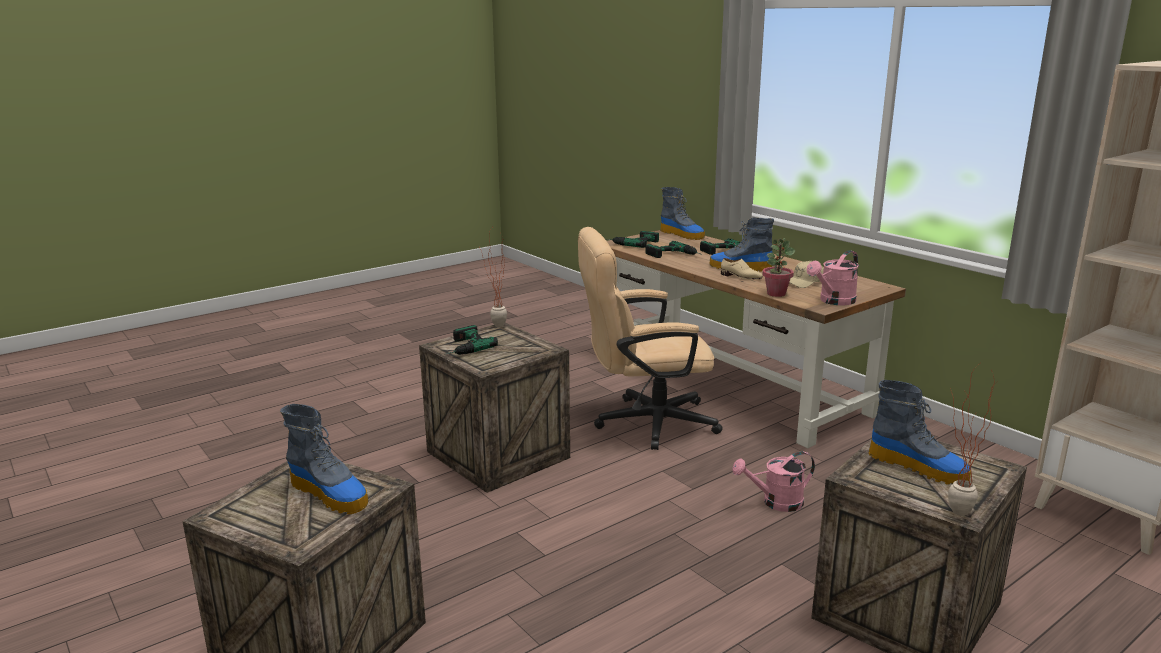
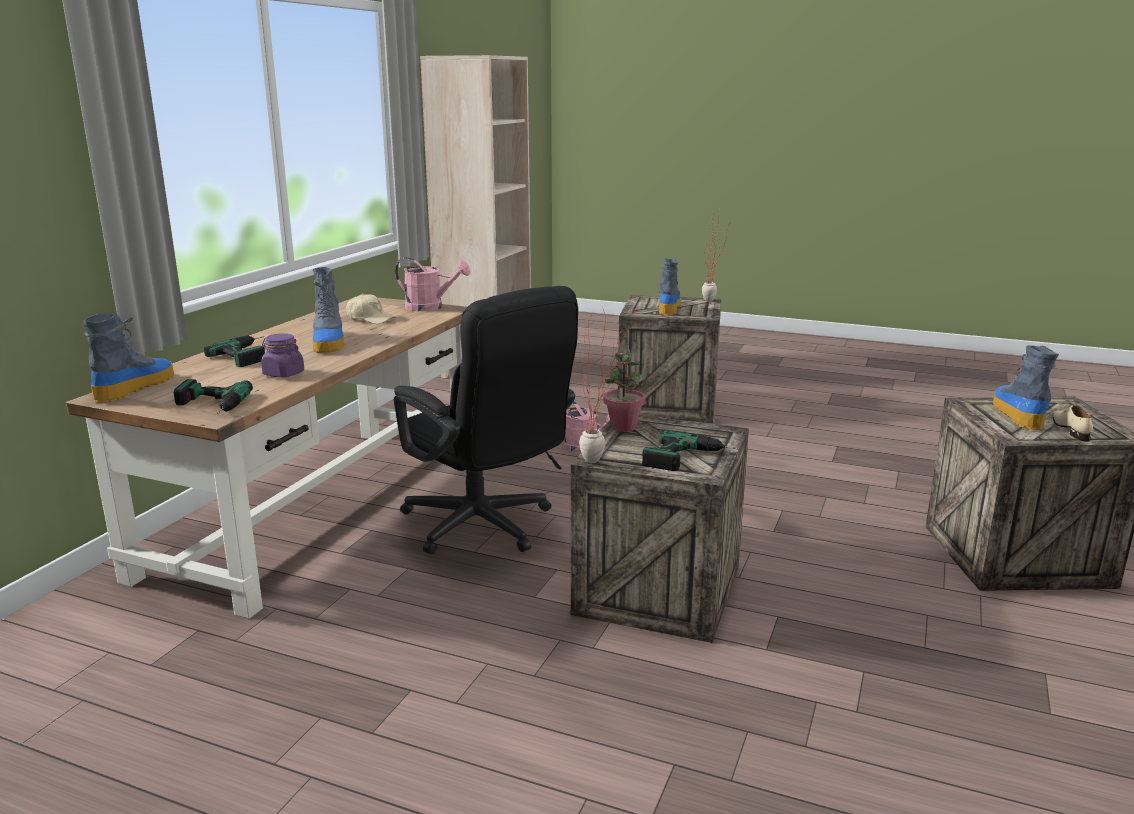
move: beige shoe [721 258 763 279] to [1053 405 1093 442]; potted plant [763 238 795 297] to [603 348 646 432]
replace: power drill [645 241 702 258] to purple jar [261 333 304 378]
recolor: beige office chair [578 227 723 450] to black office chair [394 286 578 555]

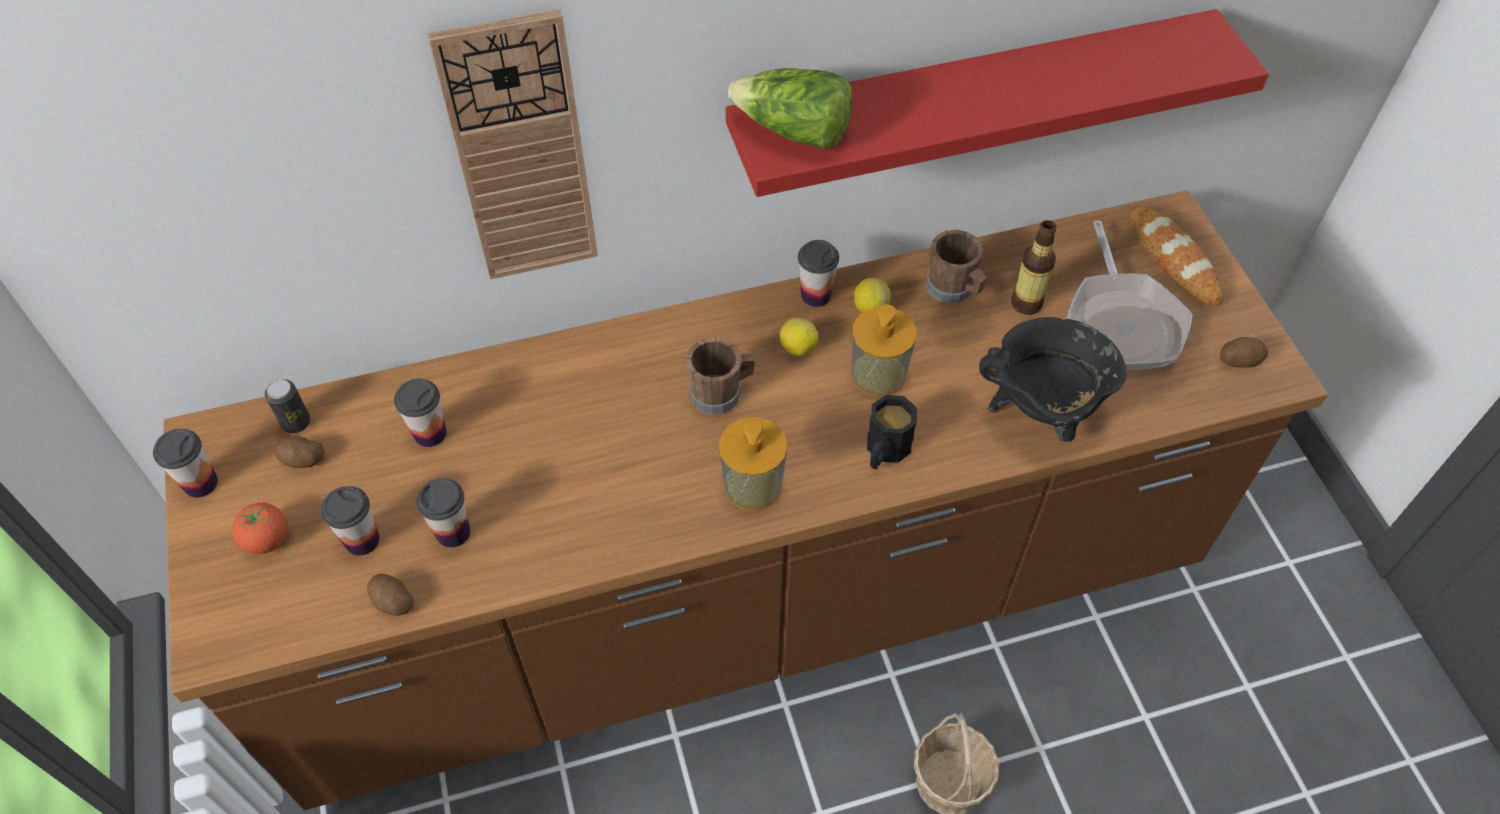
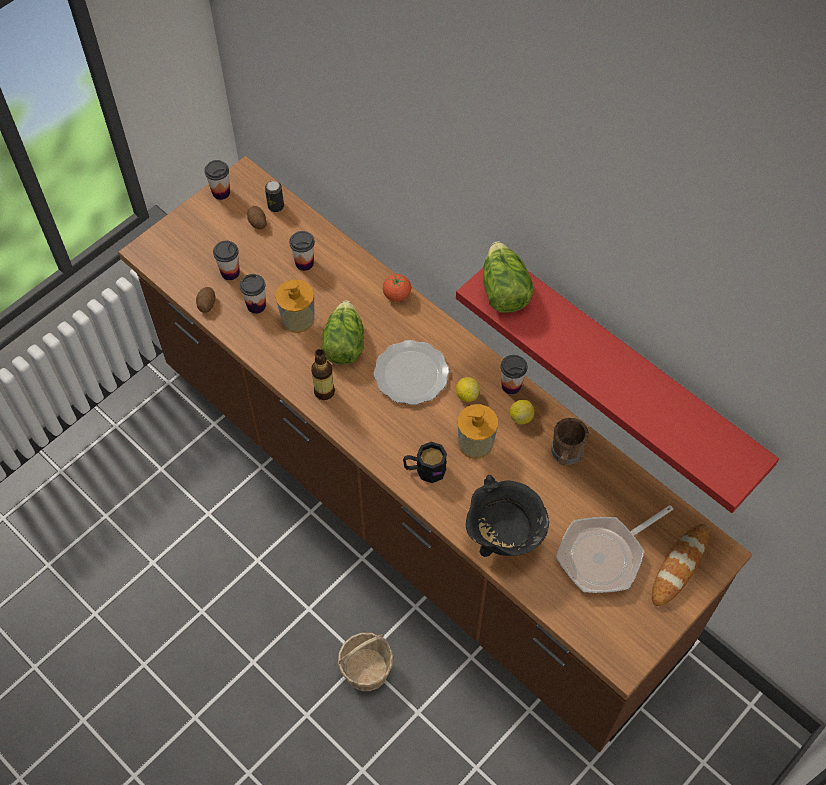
delete: wall clock [427 9 598 279]; potato [1220 337 1268 368]
insert: lettuce [321 301 364 365]
move: tomato [232 503 288 554] to [383 274 411 302]; soap dispenser [719 417 787 511] to [275 279 315 333]; bottle [1011 220 1057 315] to [311 349 335 400]
replace: brown mug [686 337 755 415] to plate [374 340 449 405]

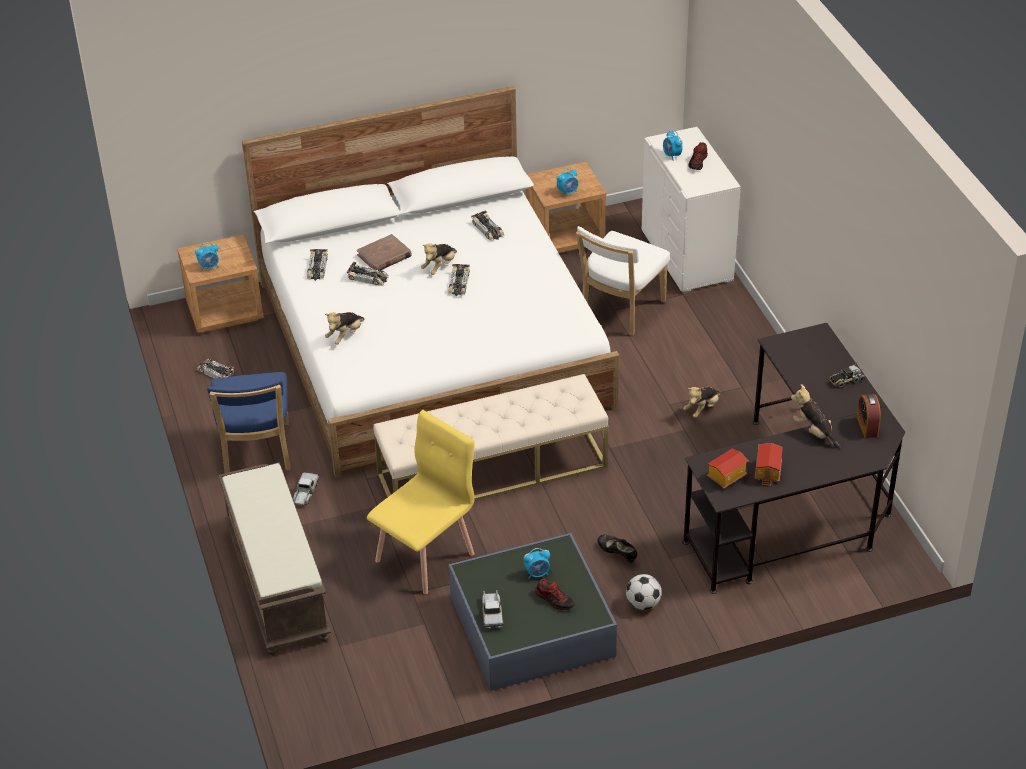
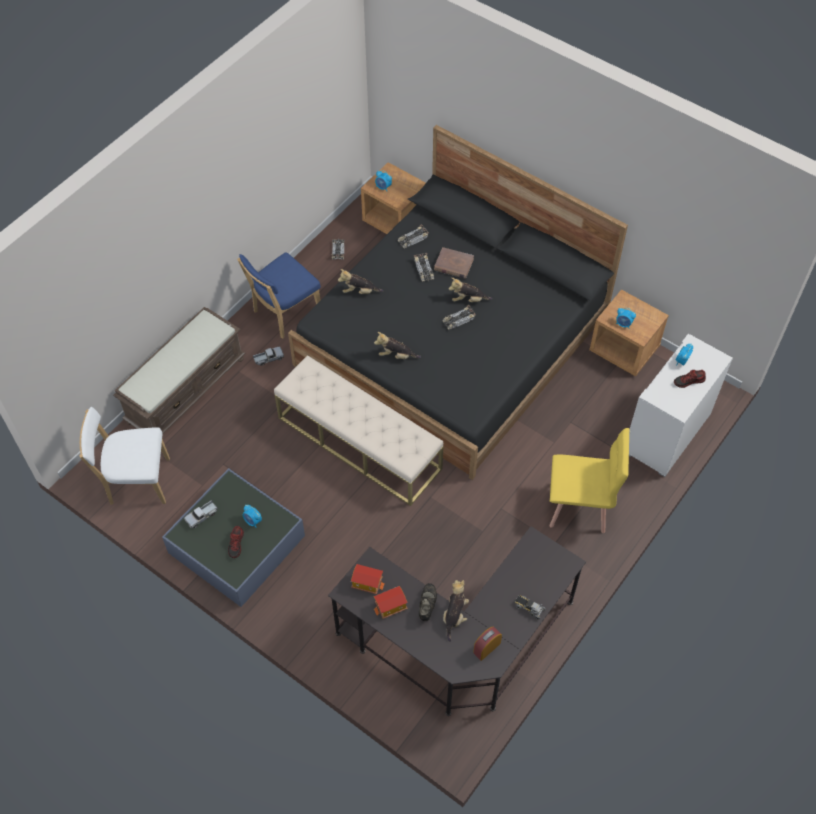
delete: toy car [471 210 505 241]; football [626 574 662 610]
move: yellow chair [367 410 475 594] to [549 428 629 533]; white chair [576 226 670 336] to [79 407 170 505]; black shoe [597 534 637 563] to [419 583 437 621]; plush toy [683 387 721 418] to [374 332 421 359]
recolor: white bed [242 86 619 478] to black bed [288 125 628 480]

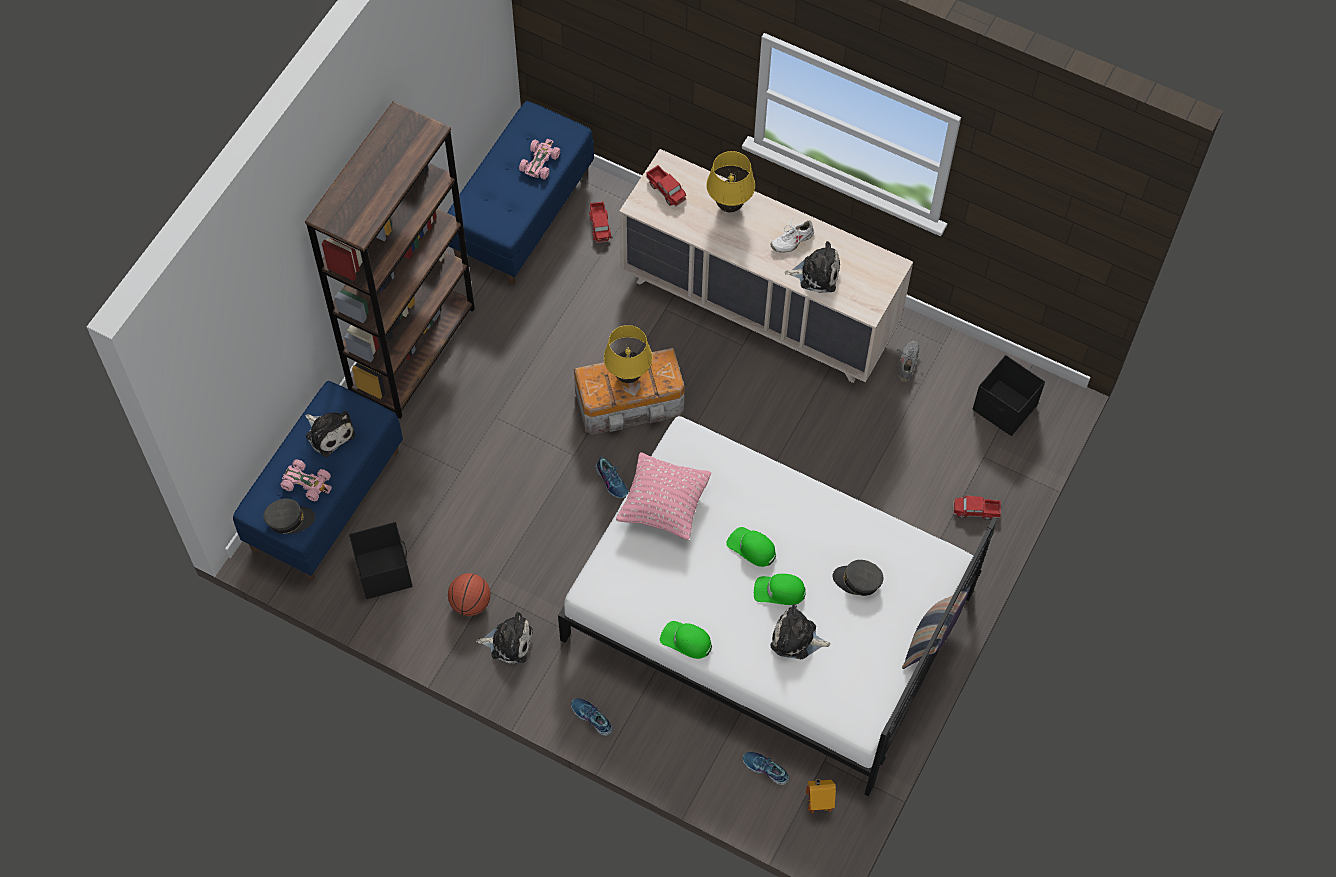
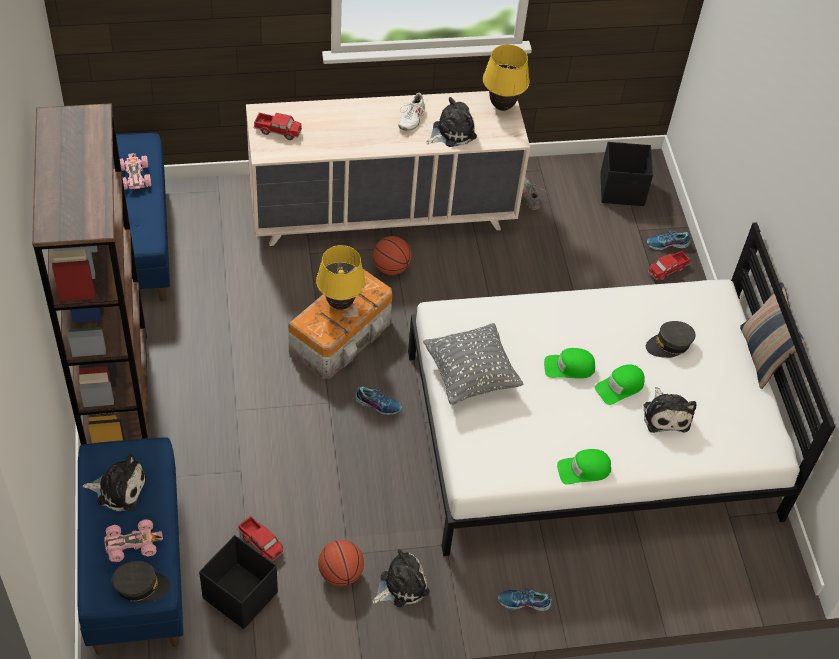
delete: toy house [806 779 836 814]
insert: basketball [373 236 412 275]
move: toy truck [589 201 611 243] to [238 516 284 561]; yellow table lamp [707 151 755 213] to [483 44 529 111]; shoe [743 752 790 785] to [647 231 692 250]
recolor: pink pillow [616 453 711 540] to grey pillow [423 323 524 405]
rotate: grey cap [263 499 315 534] = [112 561 171 603] 45 degrees clockwise; plush toy [771 604 831 659] = [644 387 696 433] 75 degrees counterclockwise

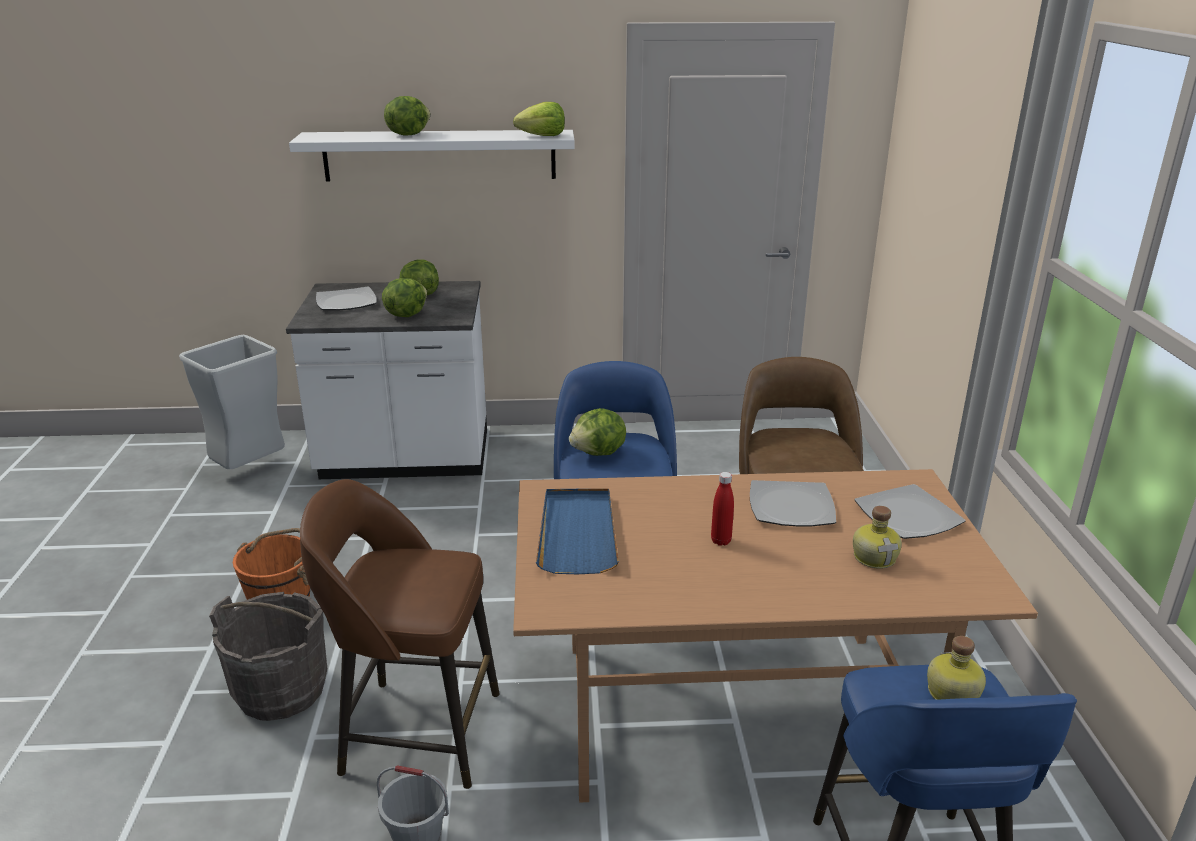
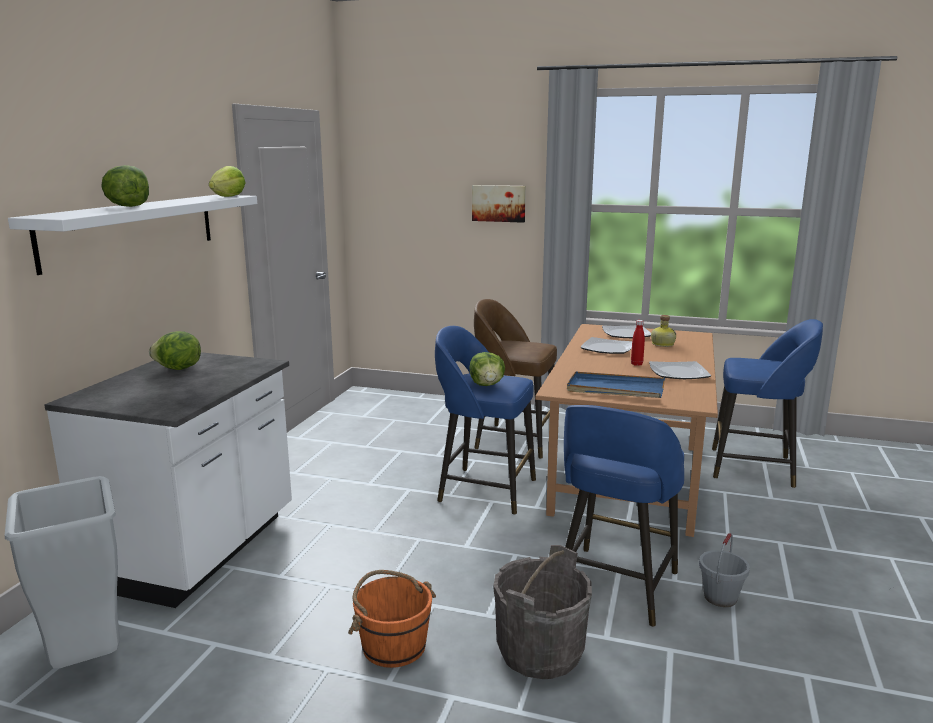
delete: lettuce [382 278 427 317]; bottle [927 636 986 699]
insert: picture [472 185 526 223]
move: plate [316 287 377 311] to [649 361 711 379]
recolor: brown stool [300 479 500 789] to blue stool [564 405 684 627]

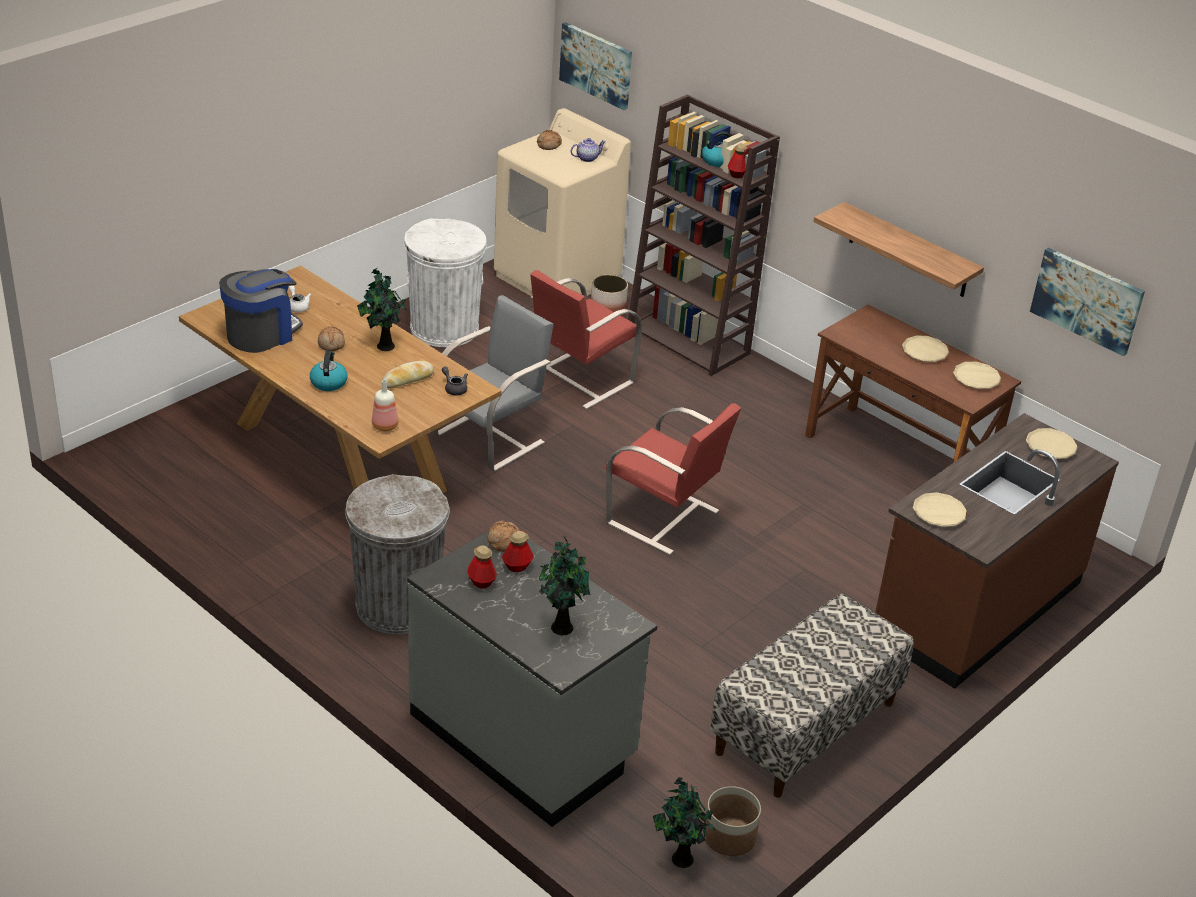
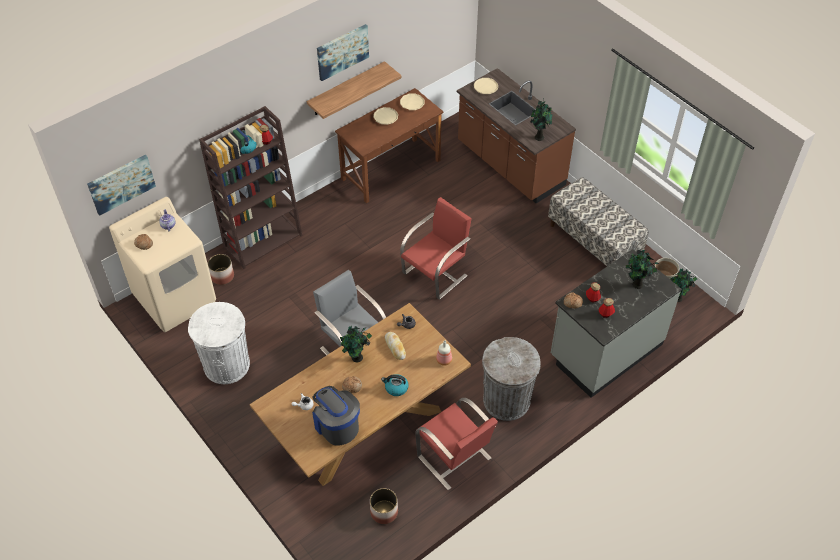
insert: planter [370 488 398 524]
move: red chair [530 270 642 410] to [415 398 498 490]; picture [1030 248 1145 356] to [317 24 369 81]
replace: beige plate [913 492 967 527] to potted plant [530 98 553 141]

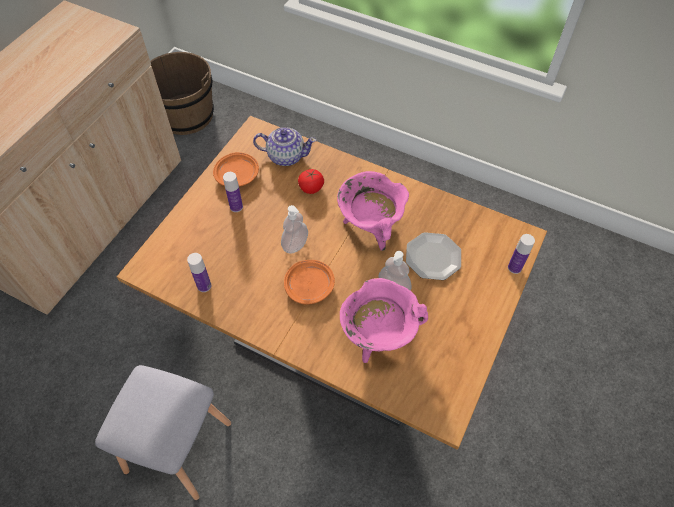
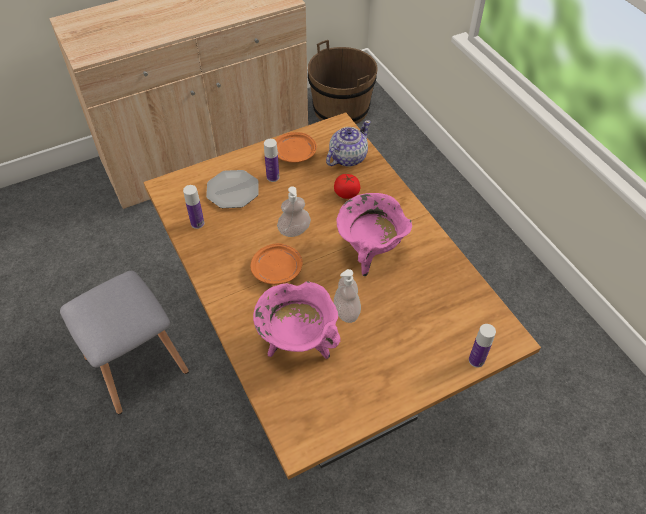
move: plate [406 232 461 280] to [206 170 258 208]
rotate: teapot [253 127 317 166] = [326 120 371 167] 90 degrees counterclockwise

